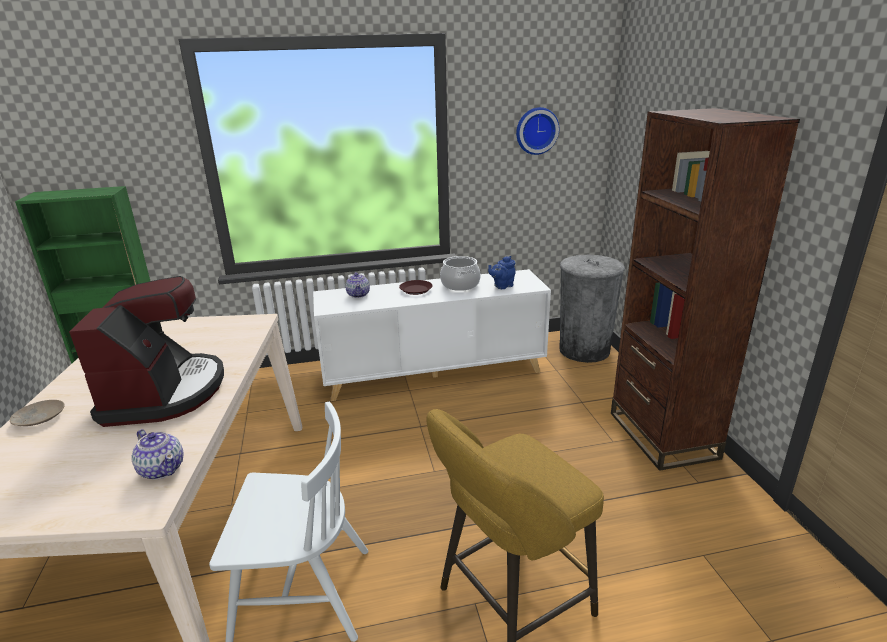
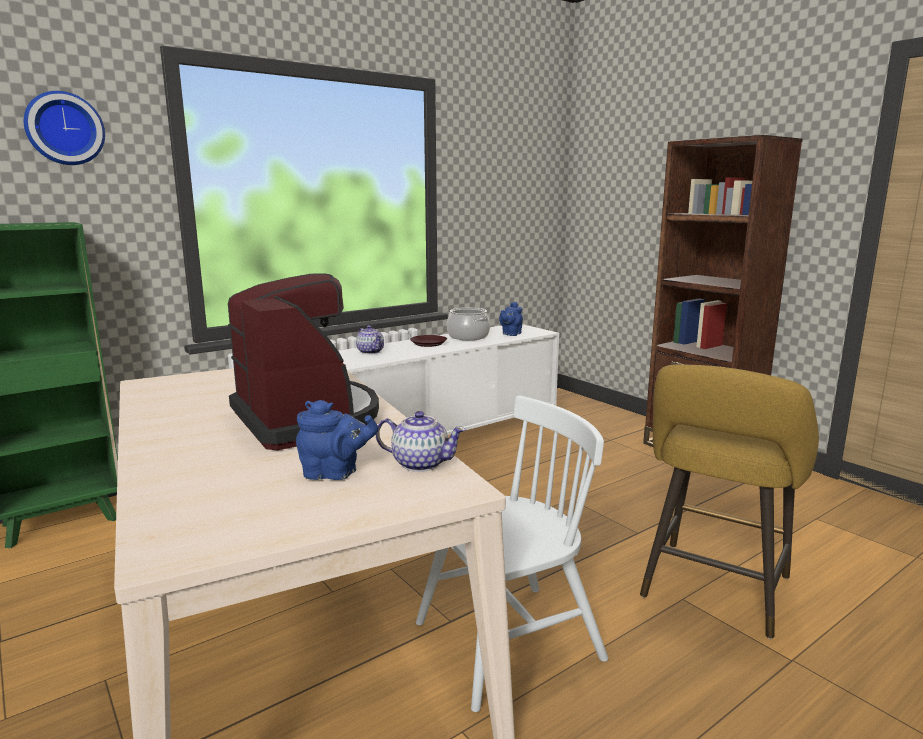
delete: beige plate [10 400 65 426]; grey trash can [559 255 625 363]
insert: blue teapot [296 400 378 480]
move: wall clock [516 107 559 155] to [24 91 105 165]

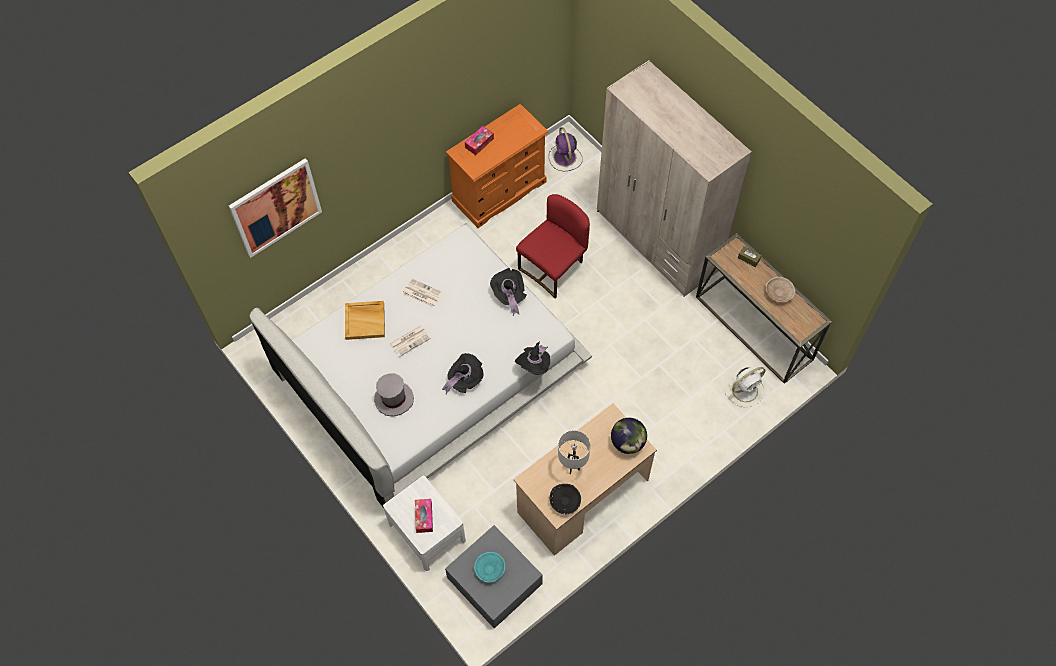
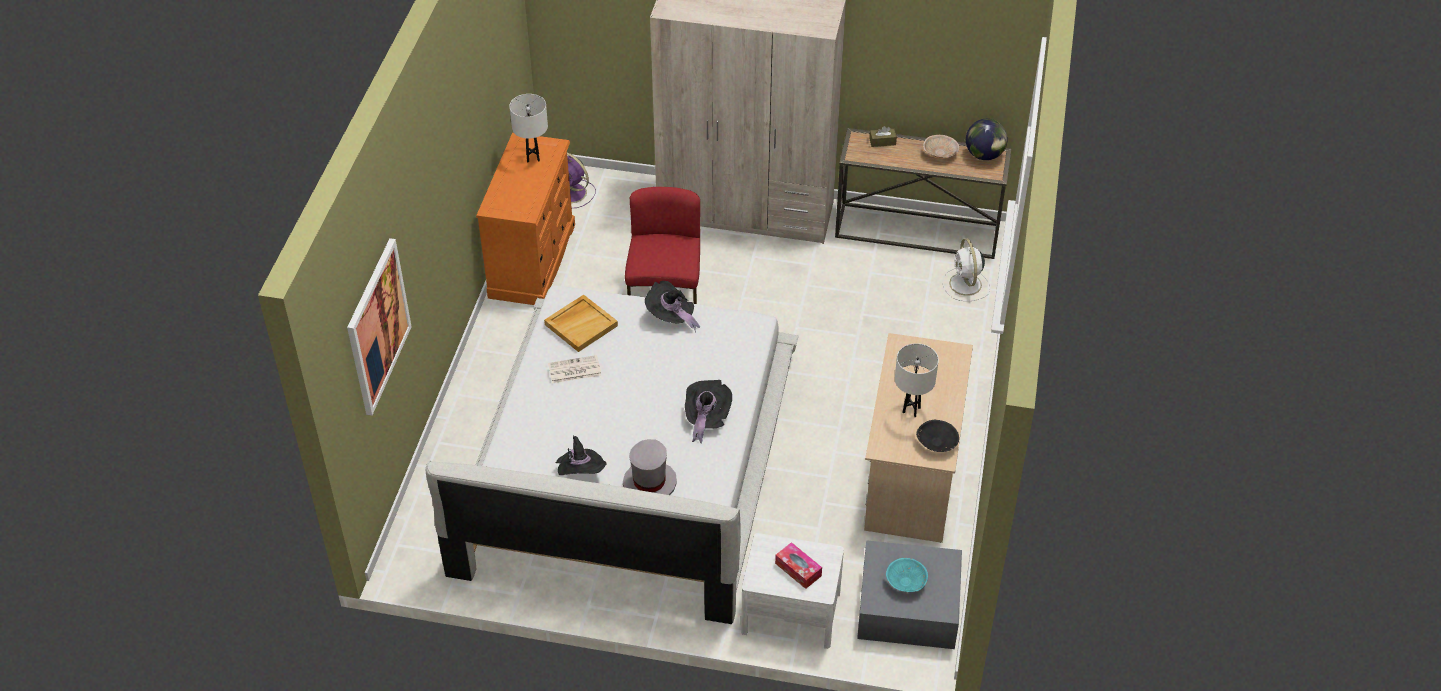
delete: newspaper [390 325 431 357]; tissue box [465 126 494 155]
insert: white table lamp [509 94 548 162]
move: beige tray [345 301 385 340] to [544 295 618 352]; black hat [515 341 550 375] to [556 435 607 475]; globe [611 418 647 454] to [966 119 1008 160]
rotate: white fan [725 367 765 408] = [943 238 991 301] 150 degrees clockwise

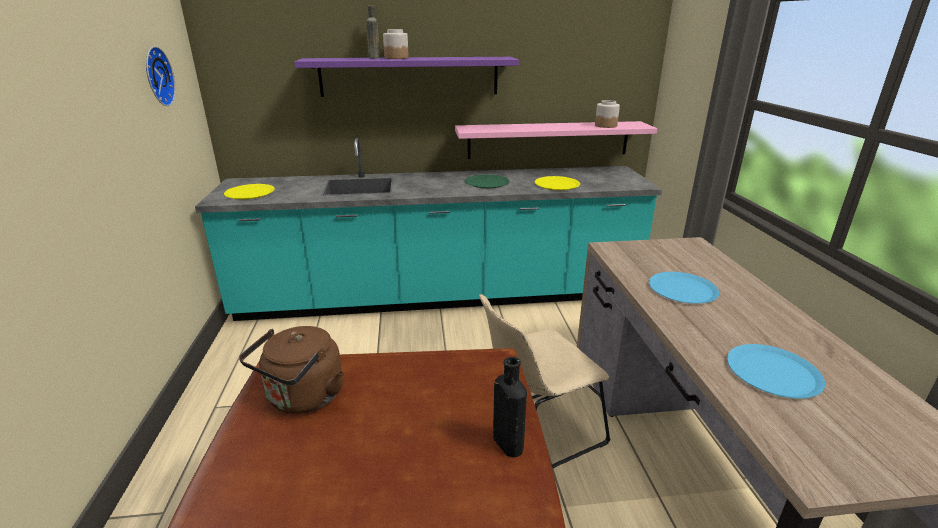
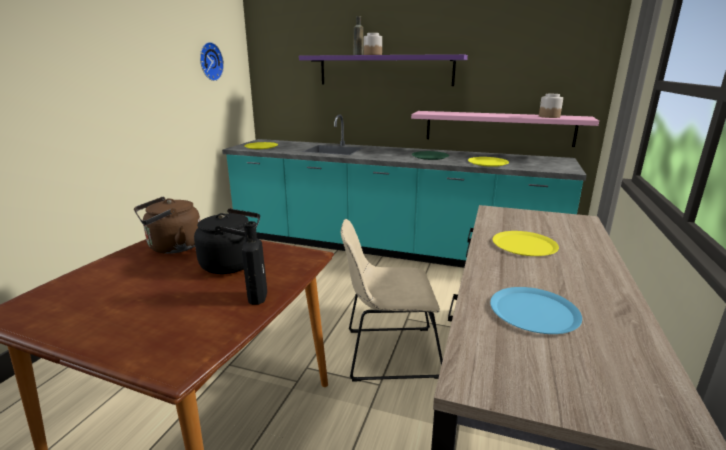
insert: black kettle [194 209 260 274]
recolor: blue plate [649 272 719 304] to yellow plate [493 231 559 256]

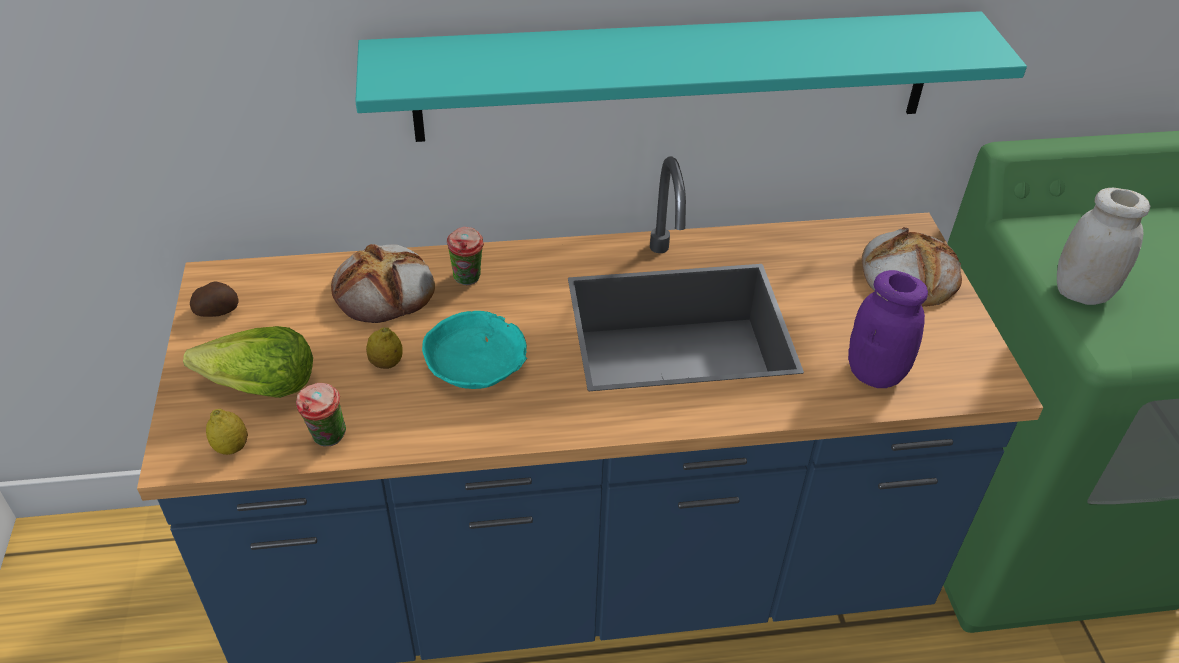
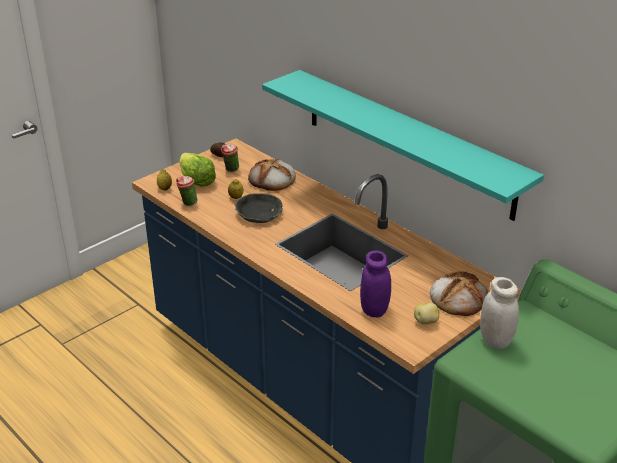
insert: potato [414 303 439 325]
move: cup [447 227 484 285] to [221 144 239 172]
recolor: turquoise bowl [422 311 527 389] to grey bowl [235 193 283 223]

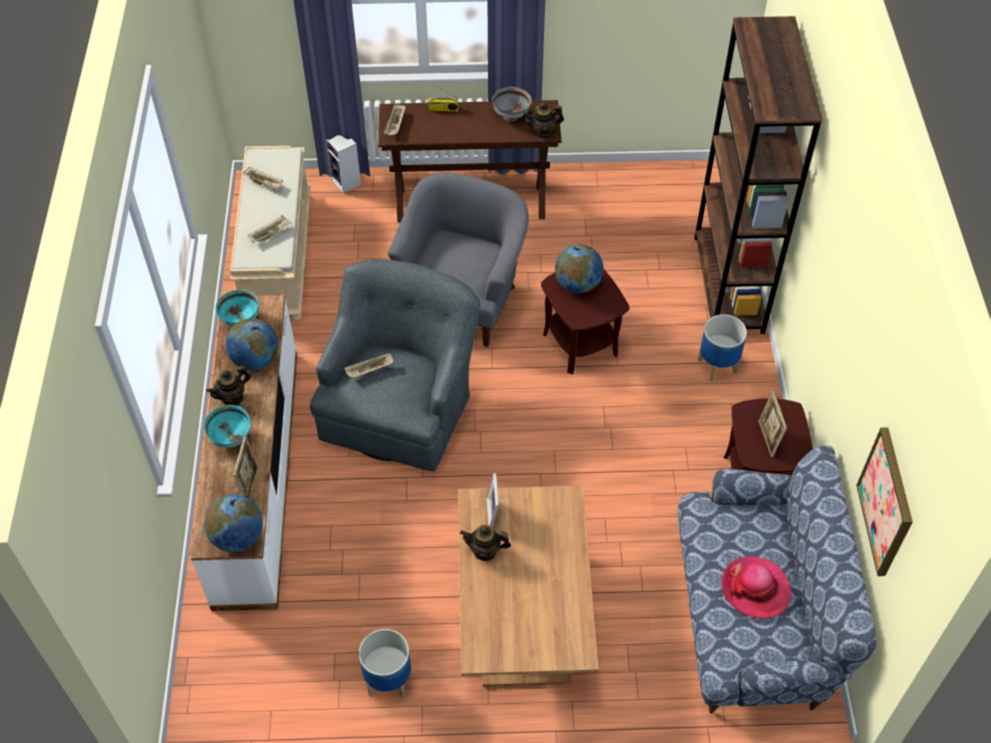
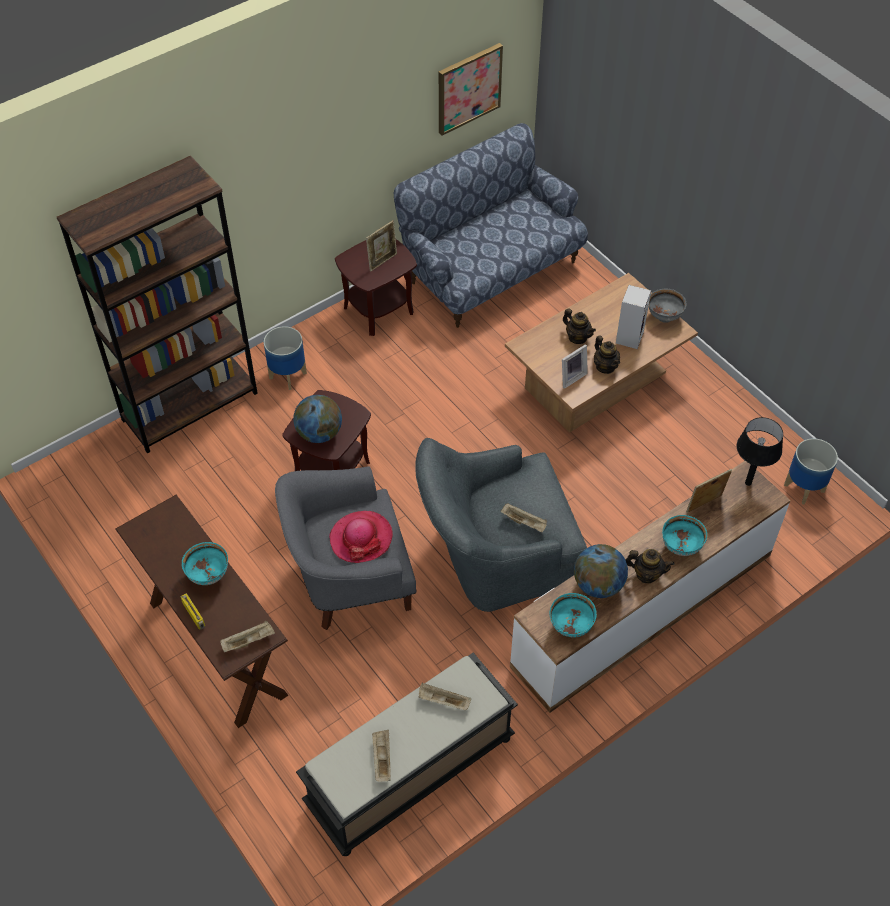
insert: turquoise bowl [182 542 228 585]
move: speaker [326 135 361 193] to [616 285 651 349]; planter [359 629 411 698] to [784 439 838 505]; grey bowl [492 87 532 122] to [649 289 686 323]; teapot [523 103 564 139] to [563 308 596 344]; hat [721 556 791 619] to [329 511 393 563]
replace: globe [204 494 263 552] to black table lamp [737 417 783 486]
recolor: beige bench [230 146 311 321] to black bench [296 653 518 856]

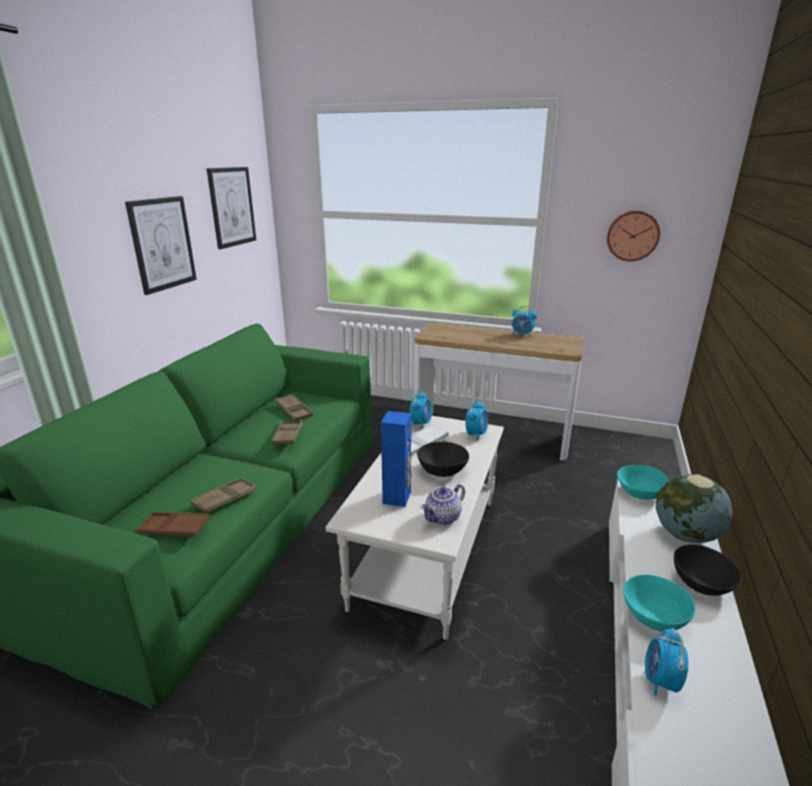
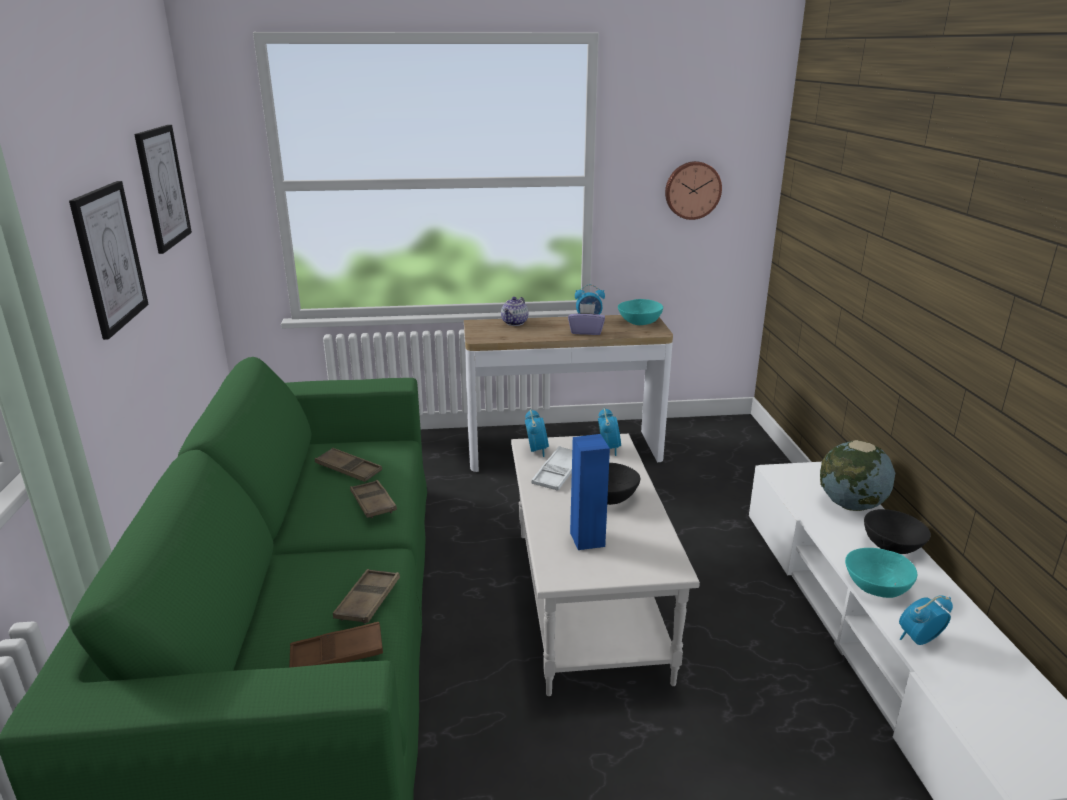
insert: purple tissue box [568 304 605 335]
move: teapot [421 484 465 525] to [501 297 528 326]; turquoise bowl [617 465 669 500] to [618 299 663 325]
rotate: alarm clock [645 627 688 695] = [899 595 953 645] 75 degrees clockwise

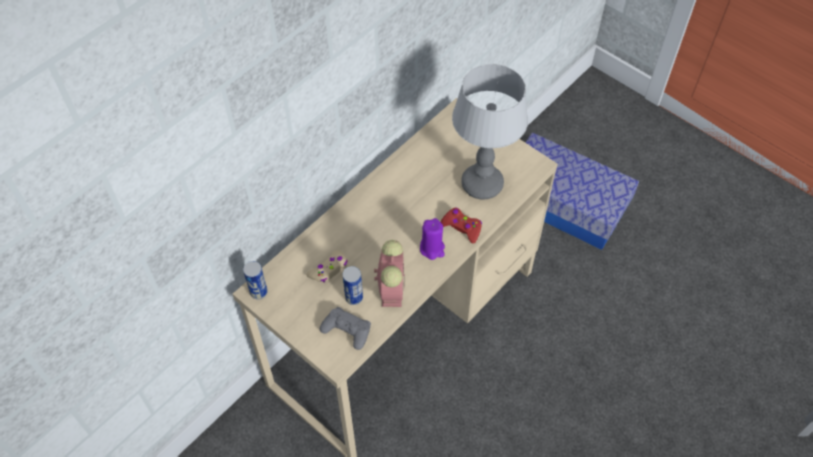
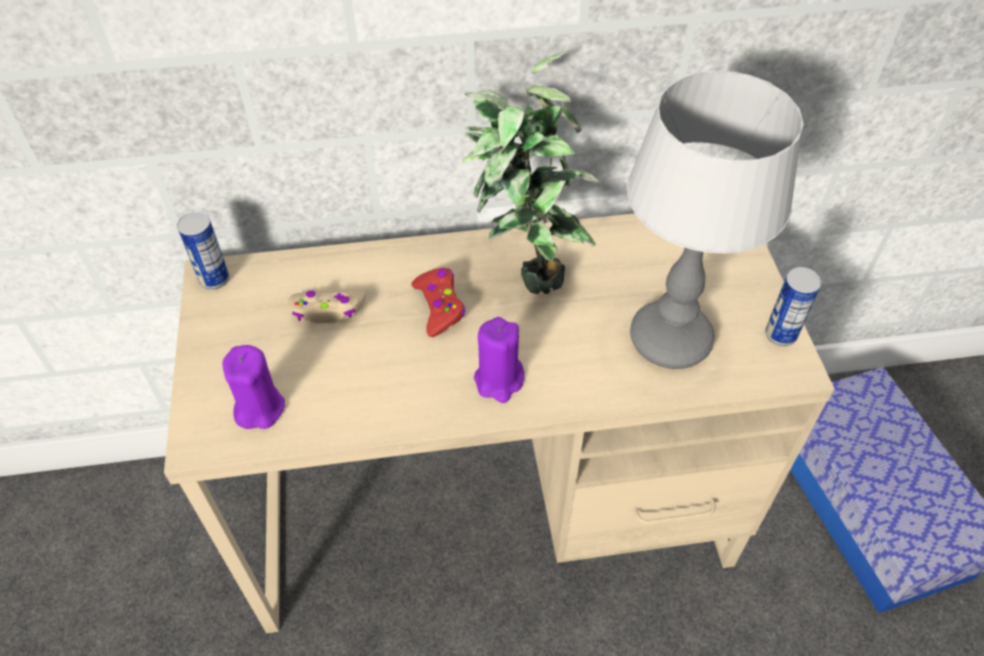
delete: alarm clock [374 240 405 307]
insert: potted plant [462 50 600 294]
move: can [343 266 363 305] to [765 267 821 346]; red game controller [440 207 482 243] to [412 268 465 337]
replace: grey game controller [320 307 371 350] to purple candle [222 345 285 429]

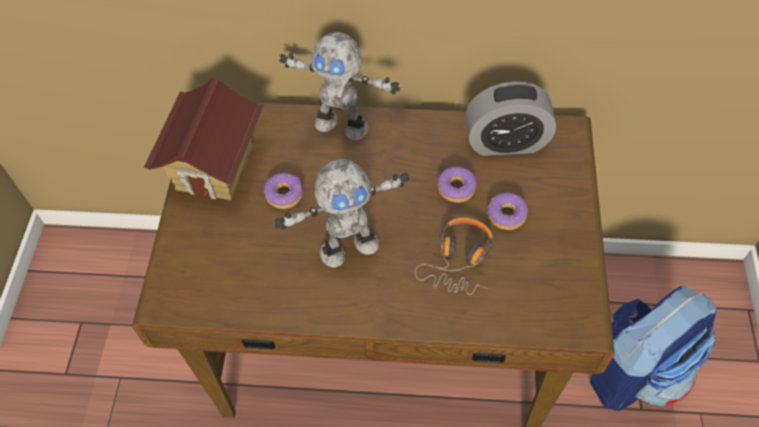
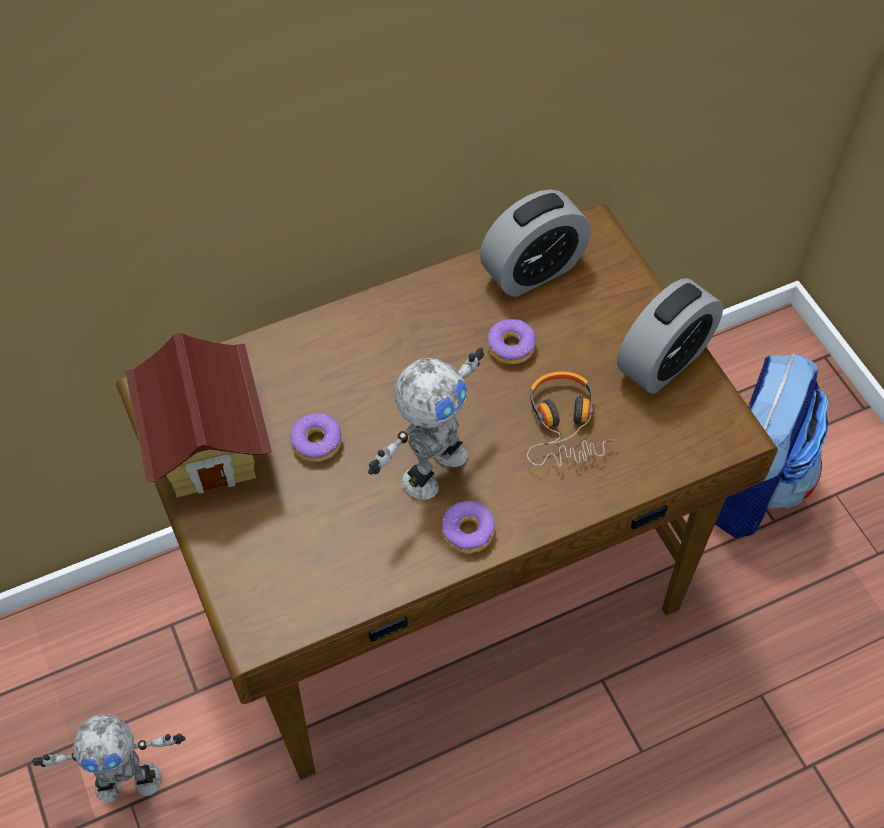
insert: alarm clock [617 278 723 394]
move: toy robot [280 32 400 140] to [33 714 186 803]; donut [488 192 528 230] to [442 501 495 554]

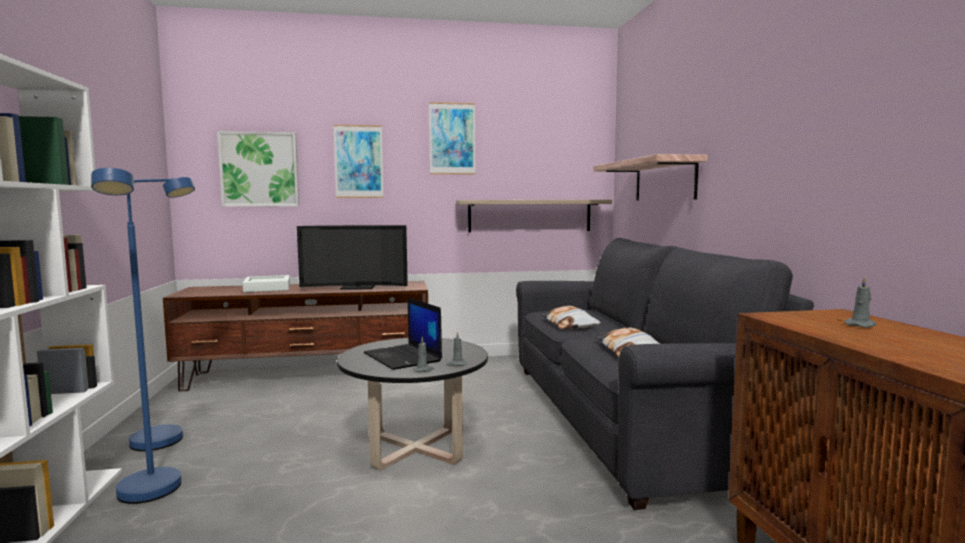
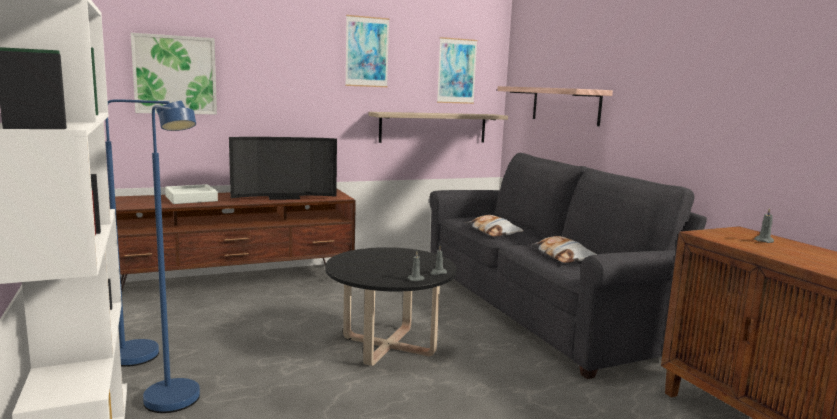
delete: laptop [364 297 442 370]
move: picture [333 125 384 198] to [437 37 478 104]

